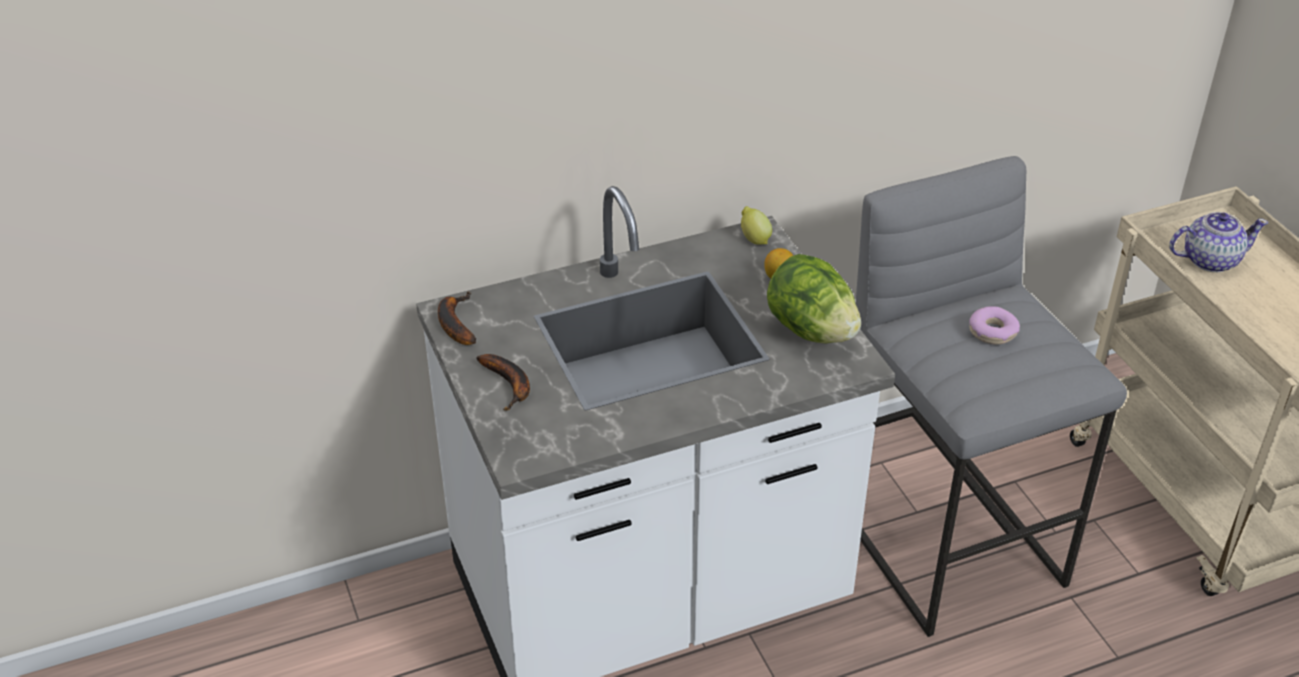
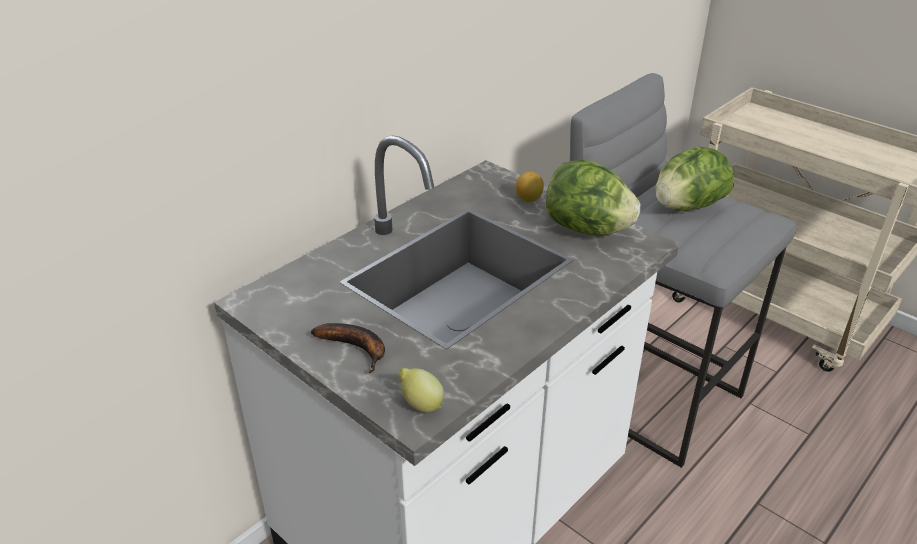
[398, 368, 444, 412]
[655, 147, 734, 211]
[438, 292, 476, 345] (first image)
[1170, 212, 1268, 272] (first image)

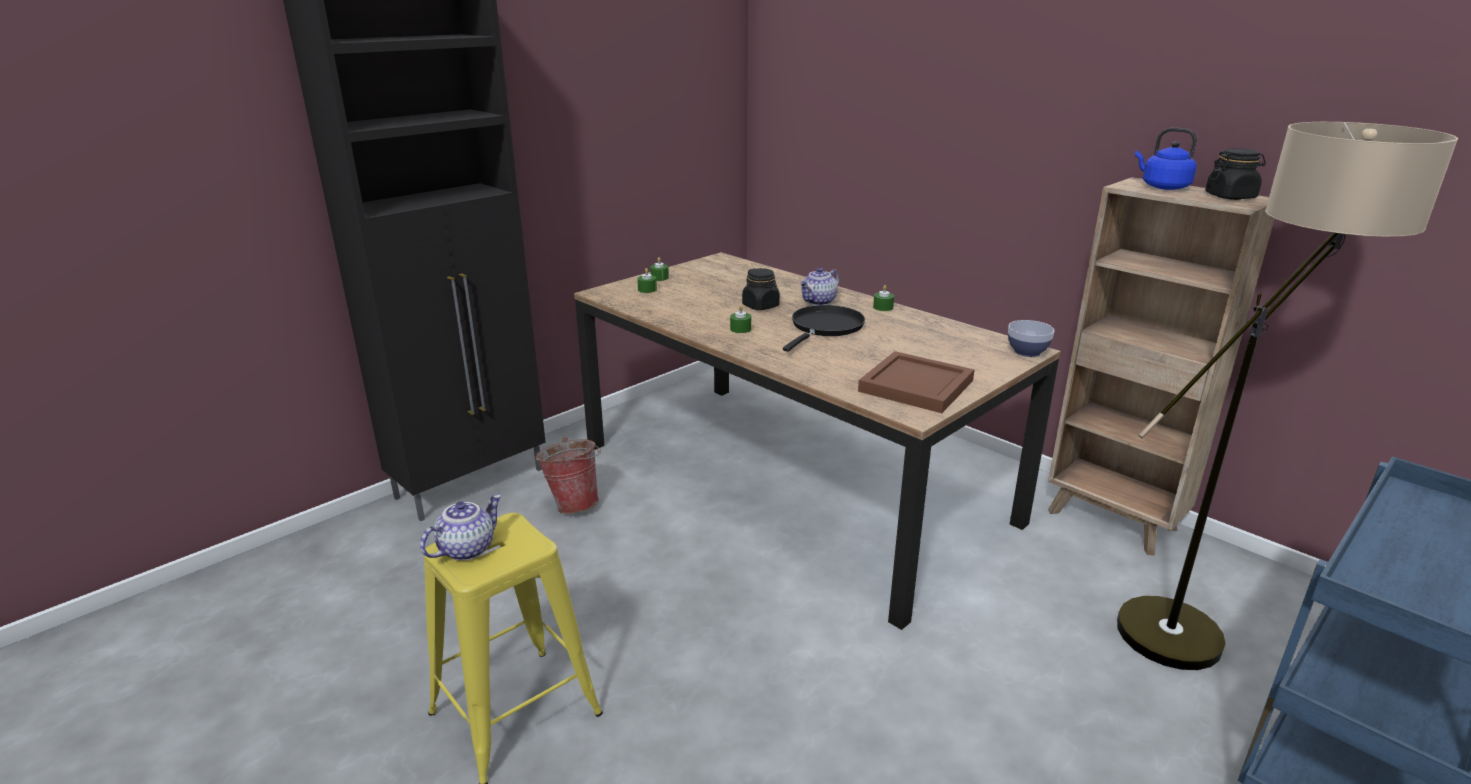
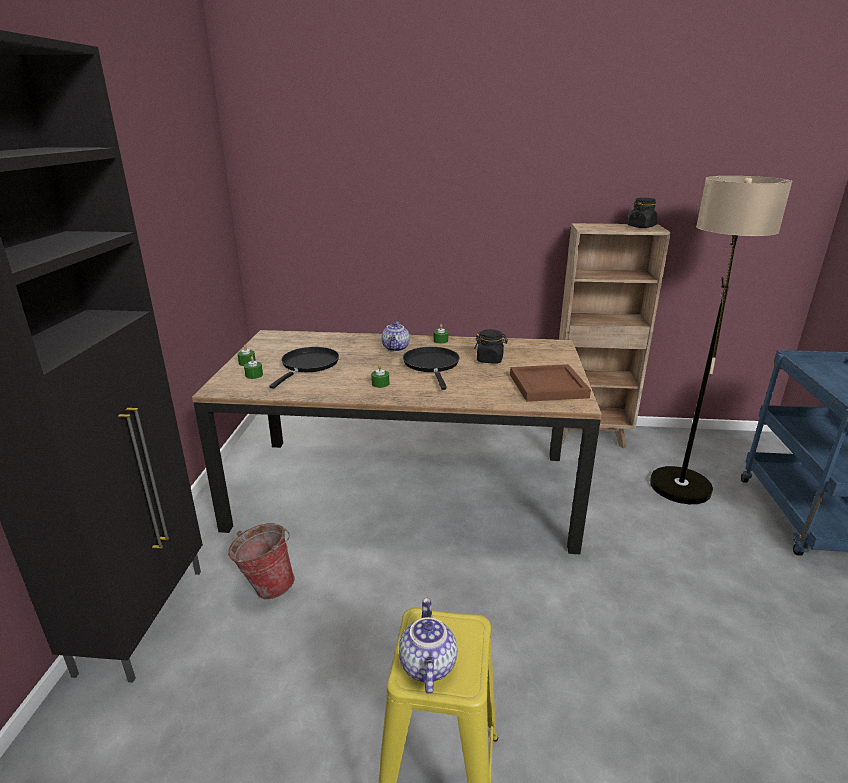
[270, 347, 339, 389]
[474, 329, 508, 363]
[1008, 320, 1054, 357] (first image)
[1135, 128, 1197, 190] (first image)

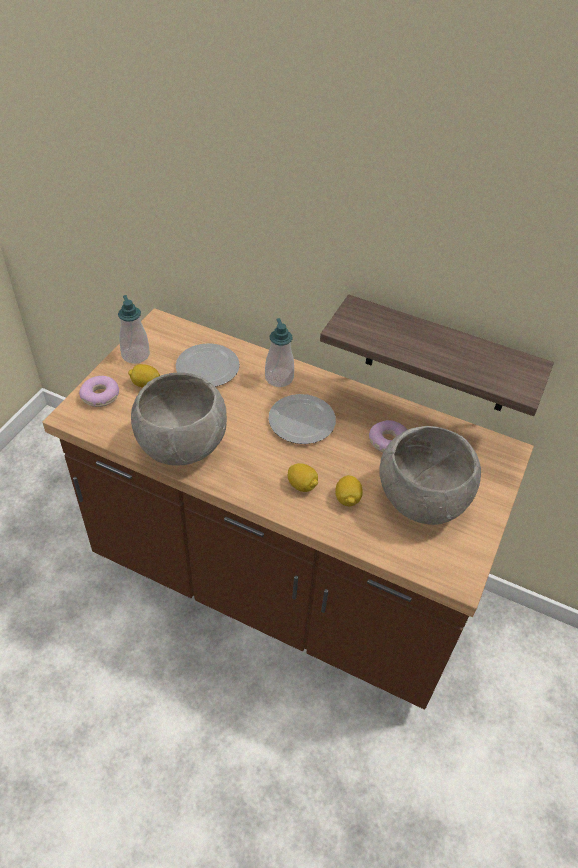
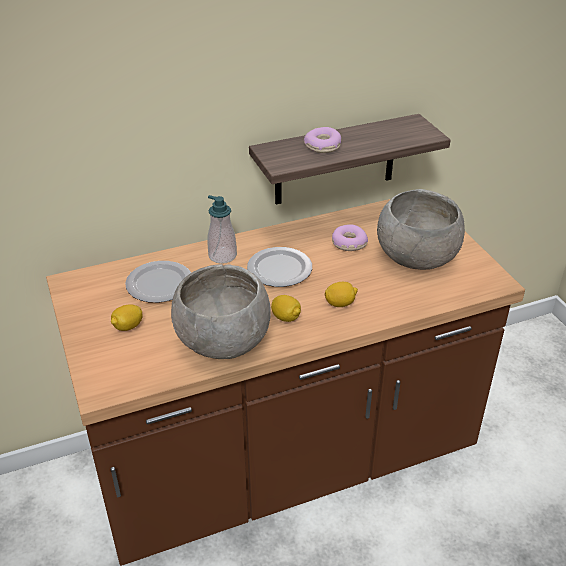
[271, 295, 301, 322]
[304, 127, 341, 153]
[118, 295, 150, 364] (first image)

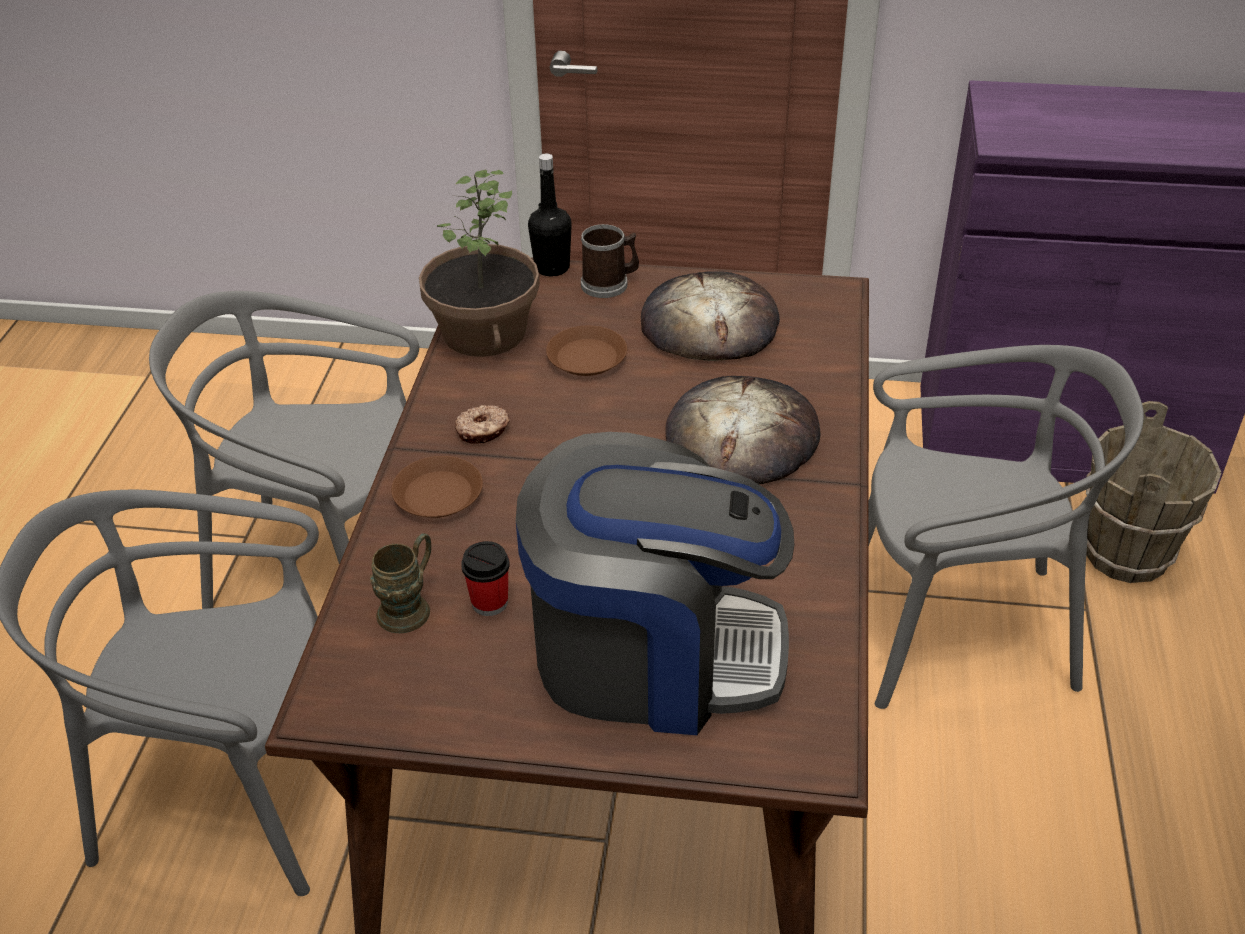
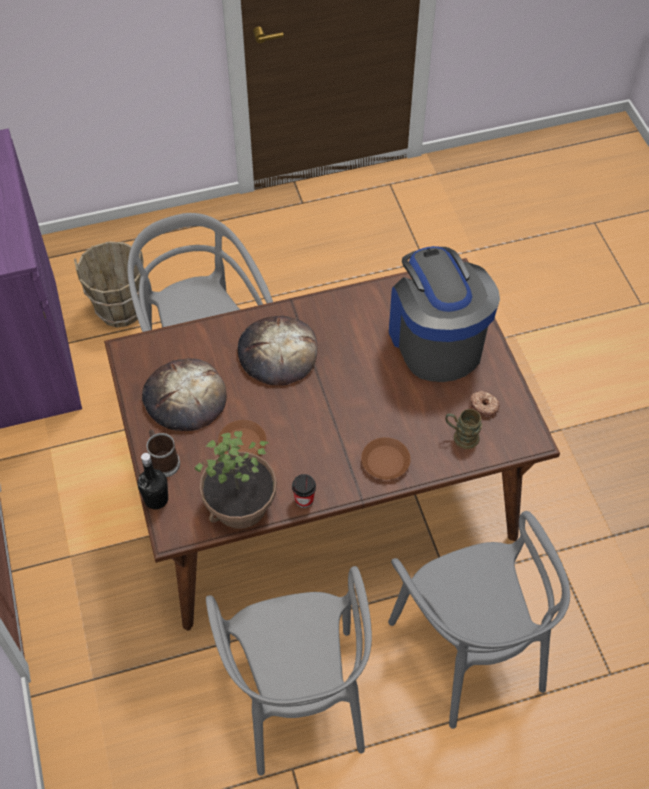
[292, 474, 316, 508]
[471, 391, 500, 417]

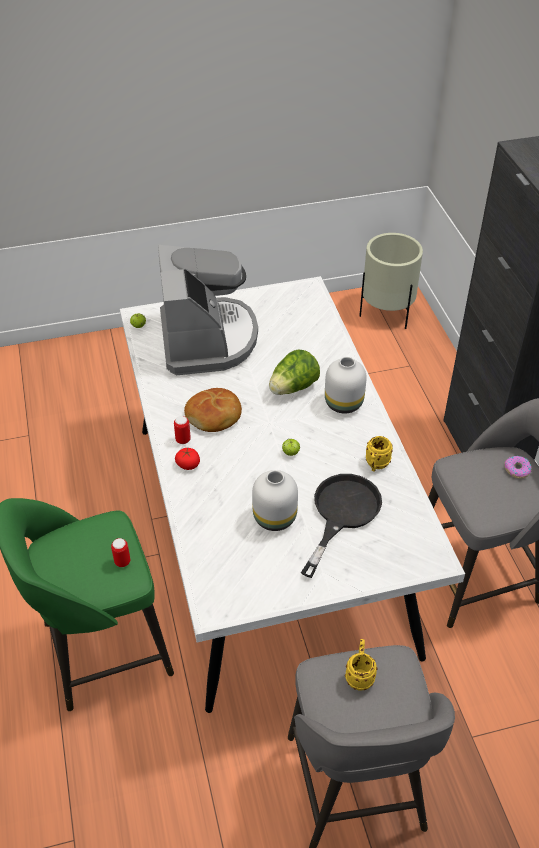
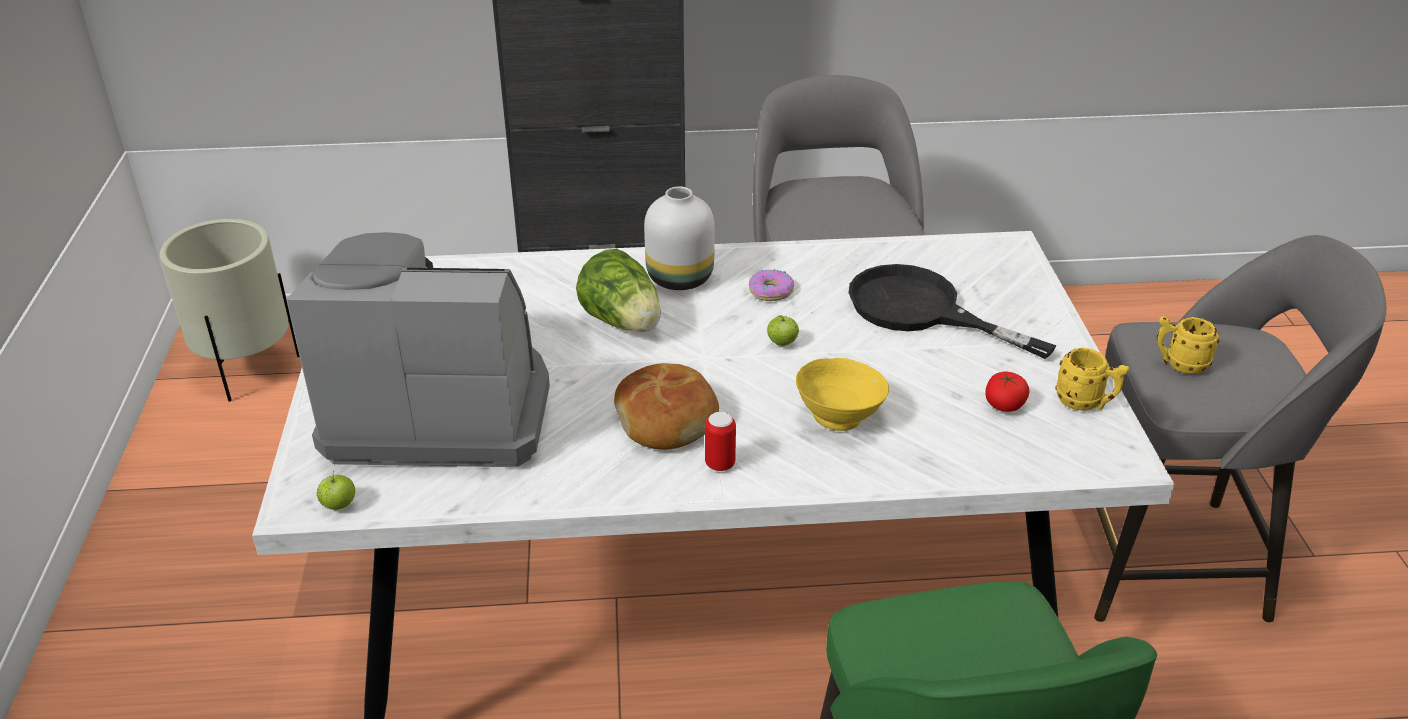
[749, 269, 794, 301]
[796, 358, 889, 431]
[985, 372, 1030, 412]
[1055, 348, 1129, 411]
[111, 538, 130, 567] (first image)
[252, 470, 298, 531] (first image)

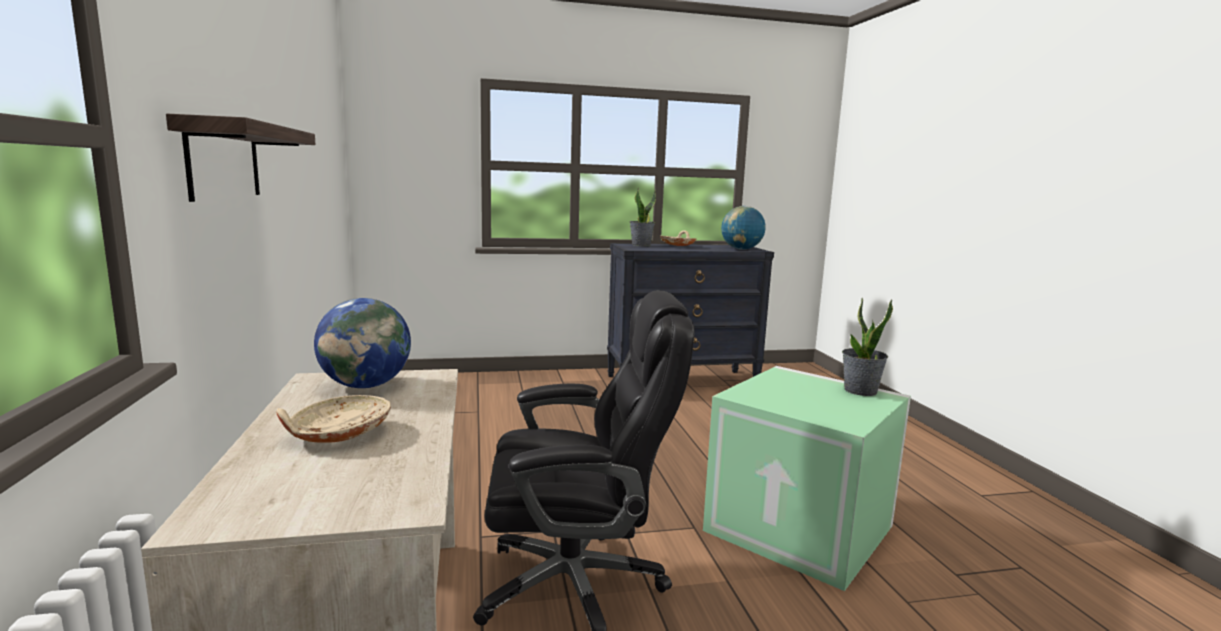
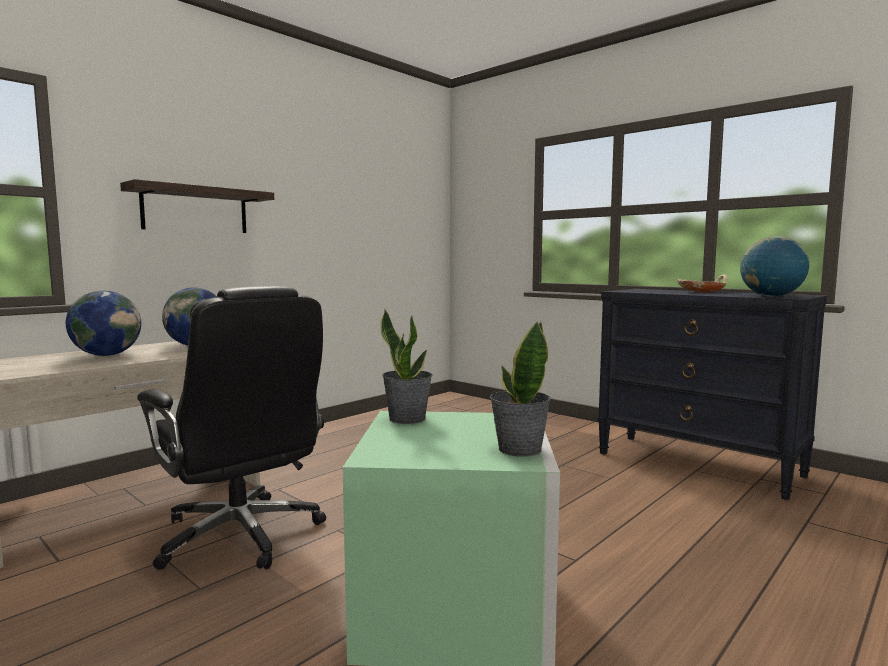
[66, 291, 141, 356]
[380, 309, 432, 424]

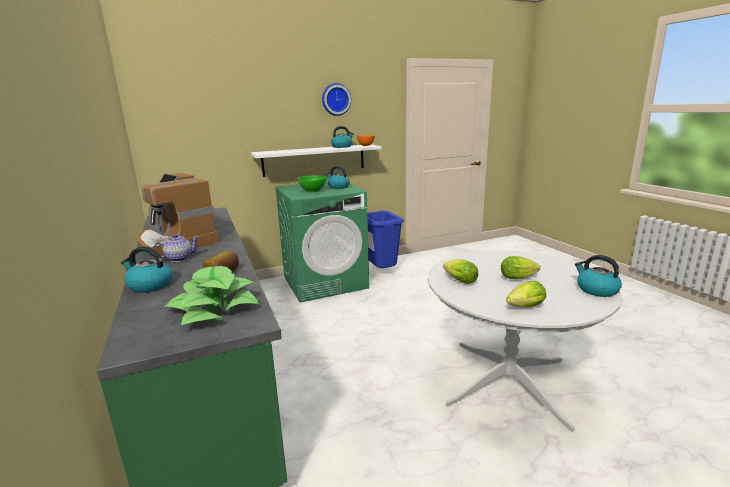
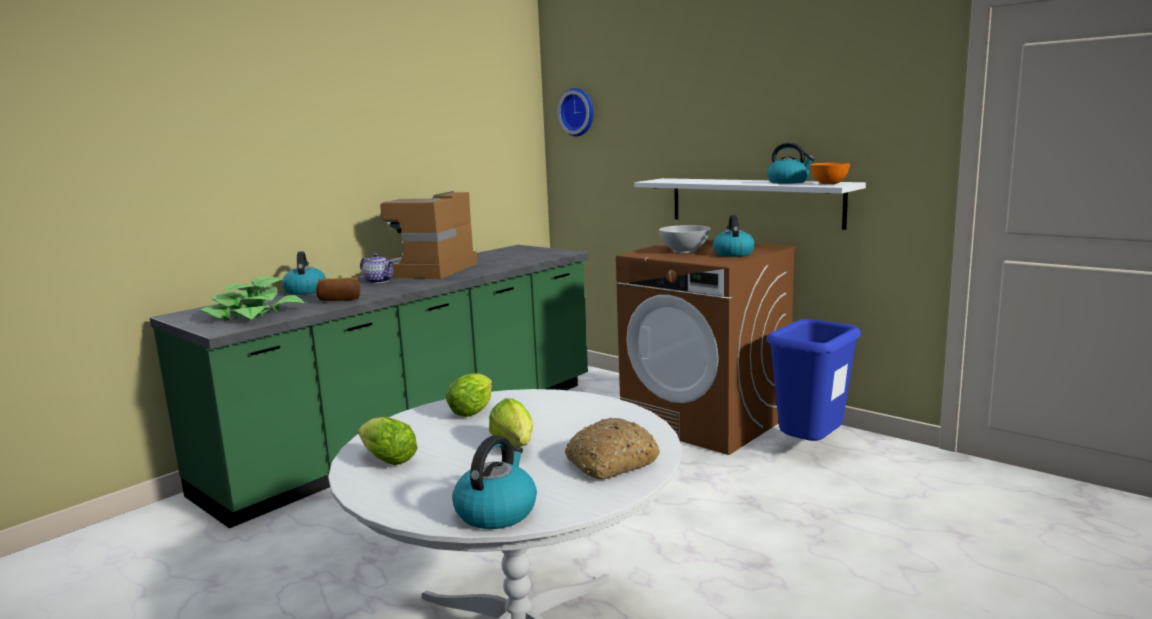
[557, 88, 594, 137]
[565, 418, 660, 480]
[616, 239, 796, 455]
[659, 225, 710, 253]

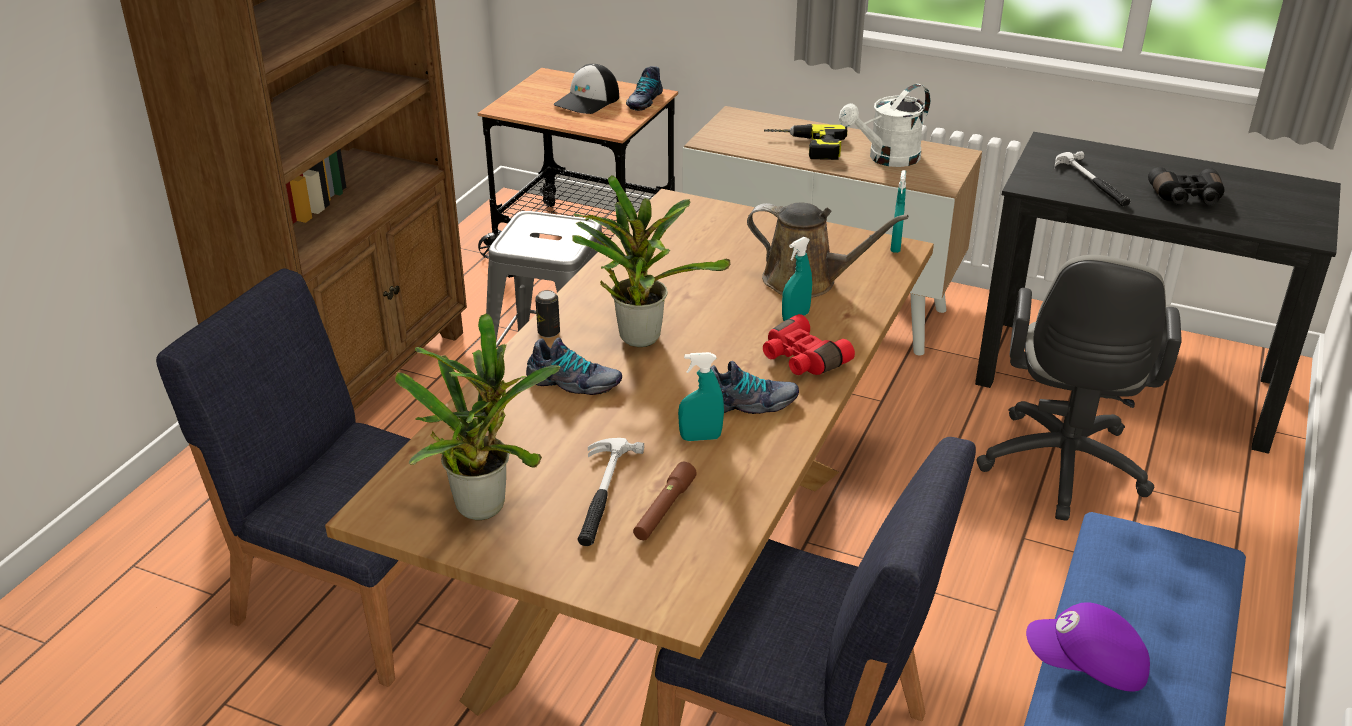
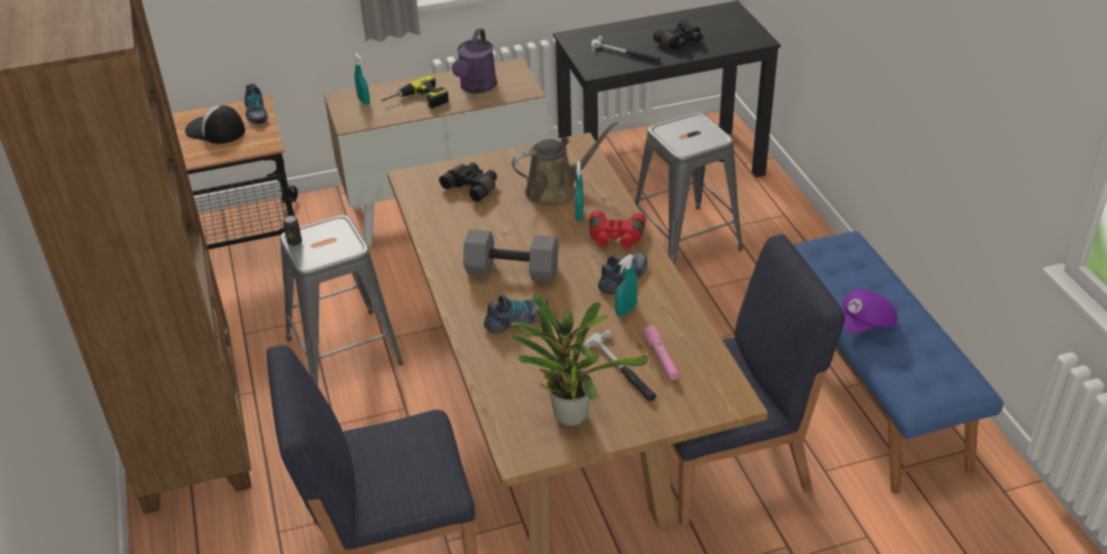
[185, 105, 245, 144]
[283, 216, 302, 246]
[354, 54, 370, 105]
[439, 163, 497, 202]
[452, 28, 497, 94]
[463, 229, 559, 282]
[635, 113, 743, 265]
[643, 325, 679, 380]

